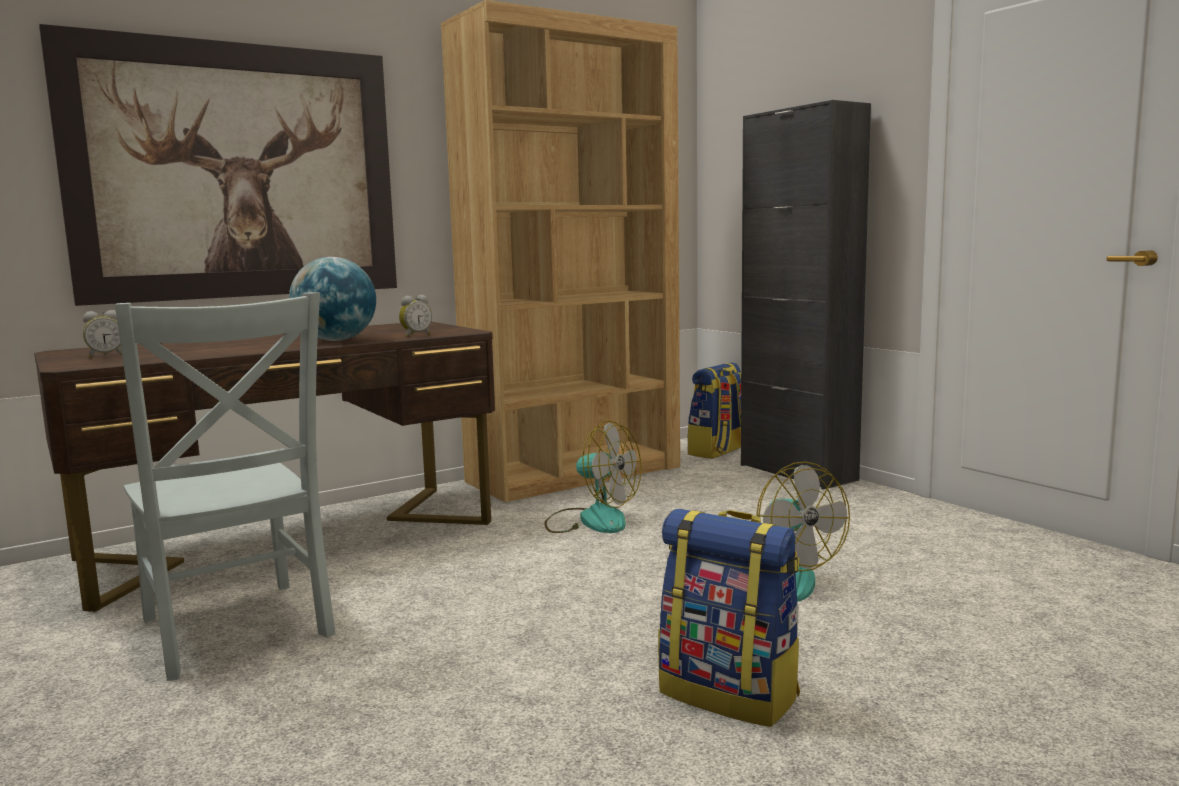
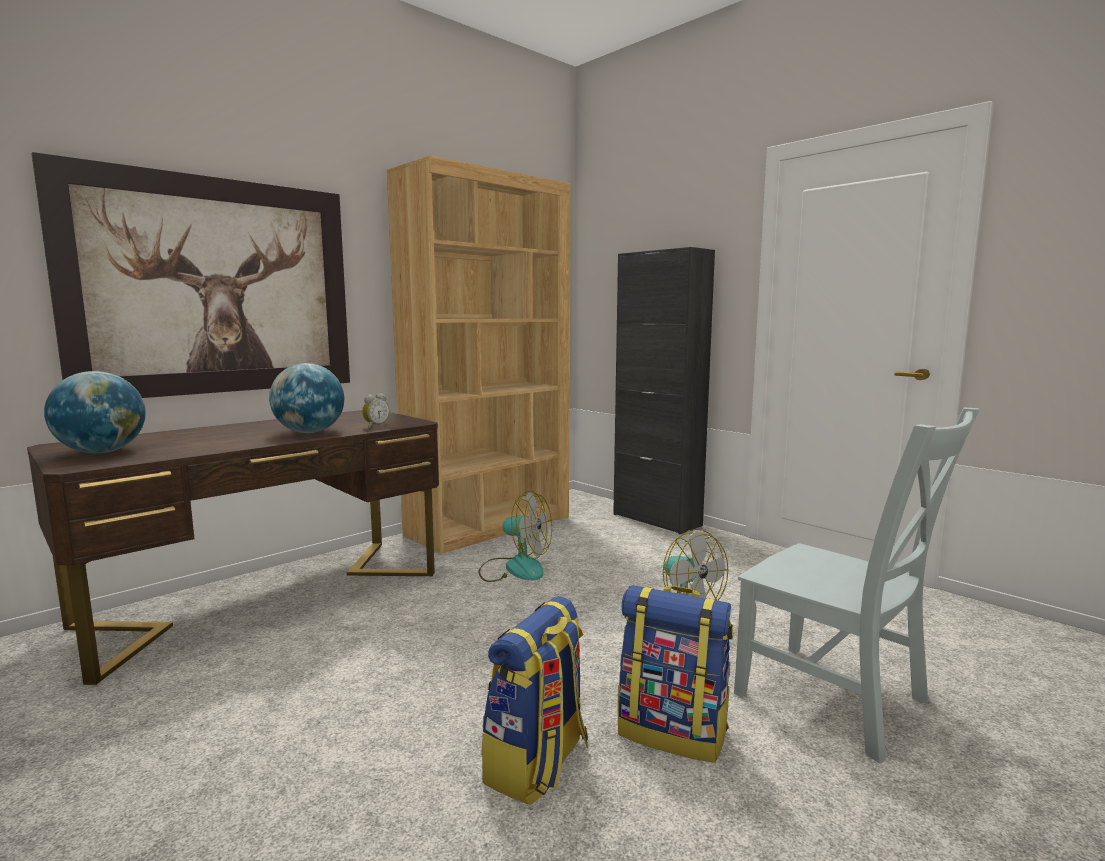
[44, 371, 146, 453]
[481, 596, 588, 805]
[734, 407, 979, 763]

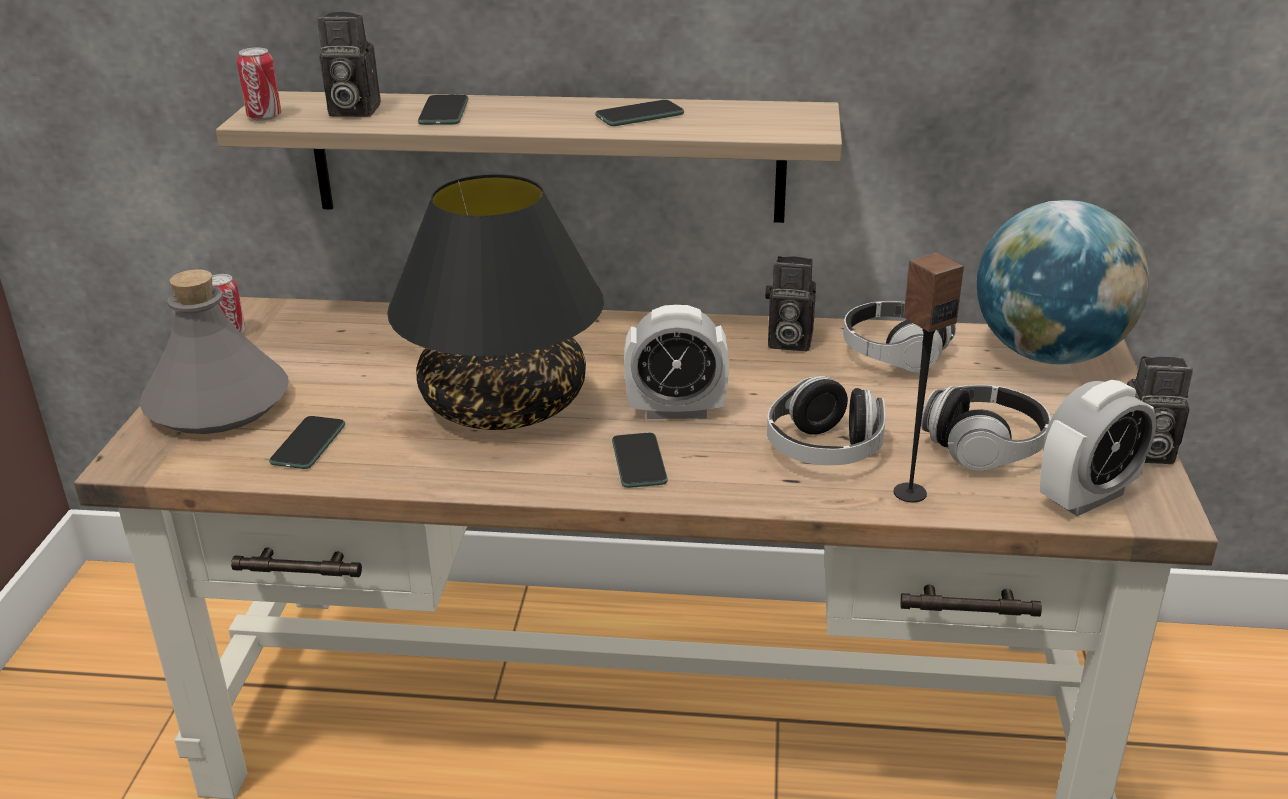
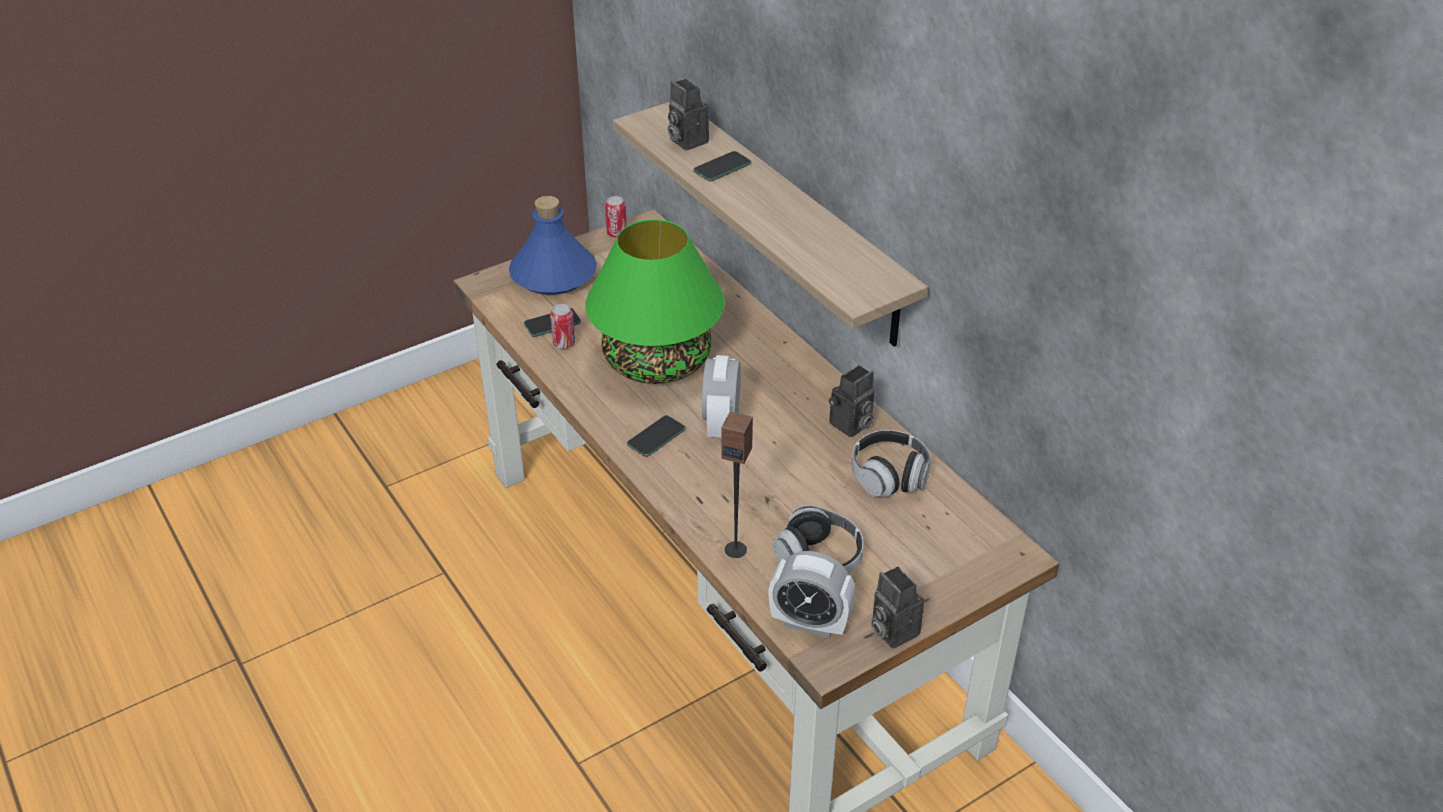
[509, 196, 597, 295]
[550, 304, 575, 349]
[585, 219, 725, 384]
[702, 355, 741, 437]
[829, 365, 875, 437]
[595, 100, 684, 126] (first image)
[767, 376, 885, 465] (first image)
[977, 200, 1149, 364] (first image)

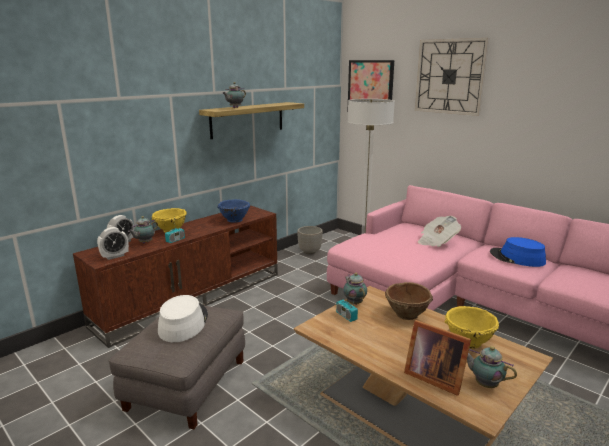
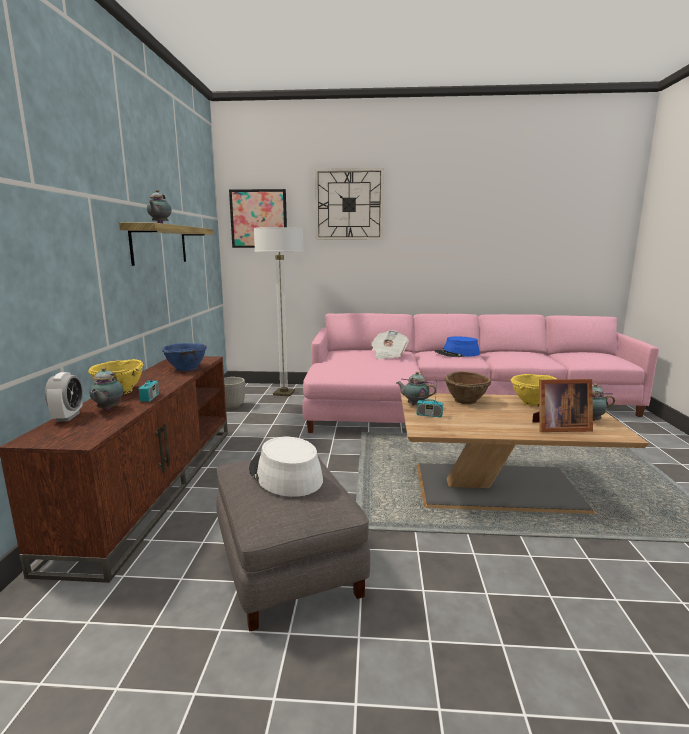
[97, 227, 129, 260] (first image)

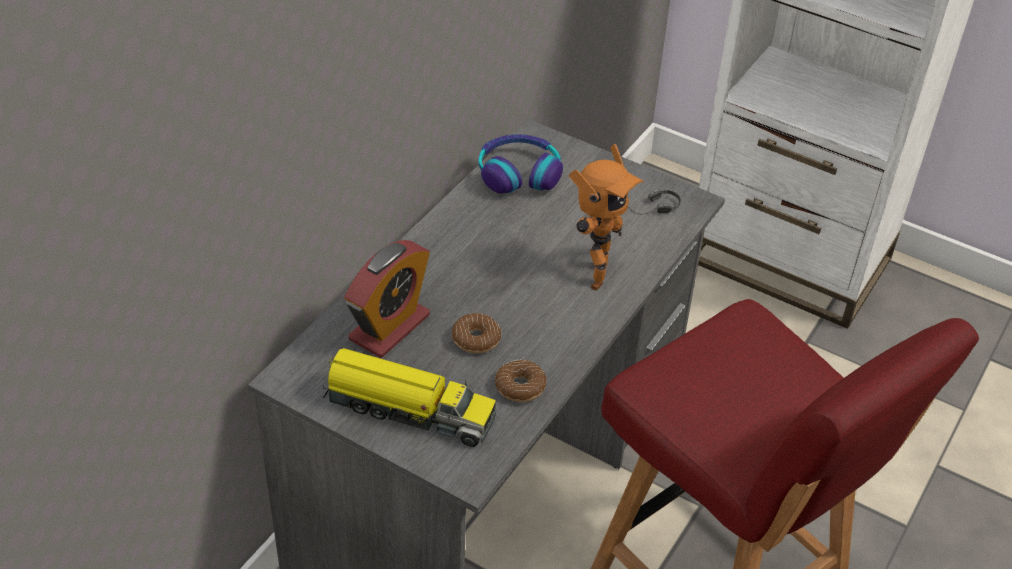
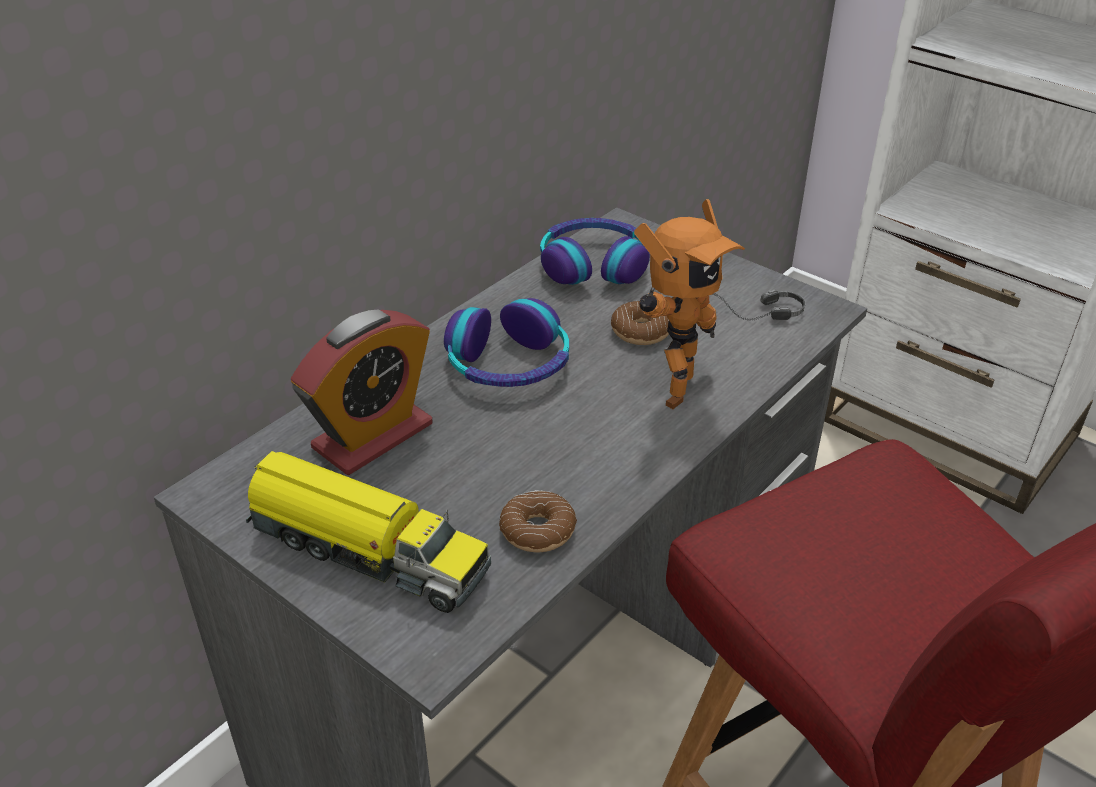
[444, 298, 569, 387]
[611, 301, 669, 345]

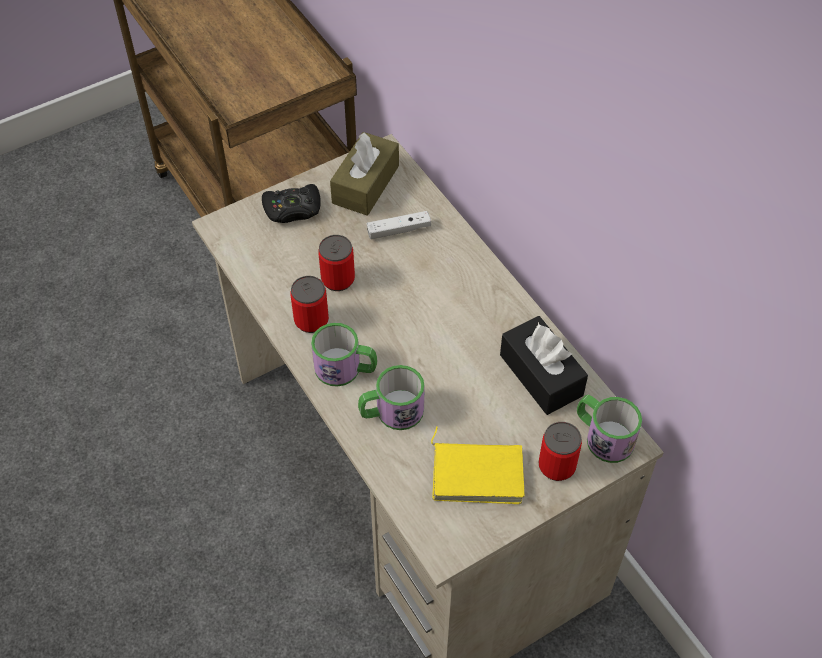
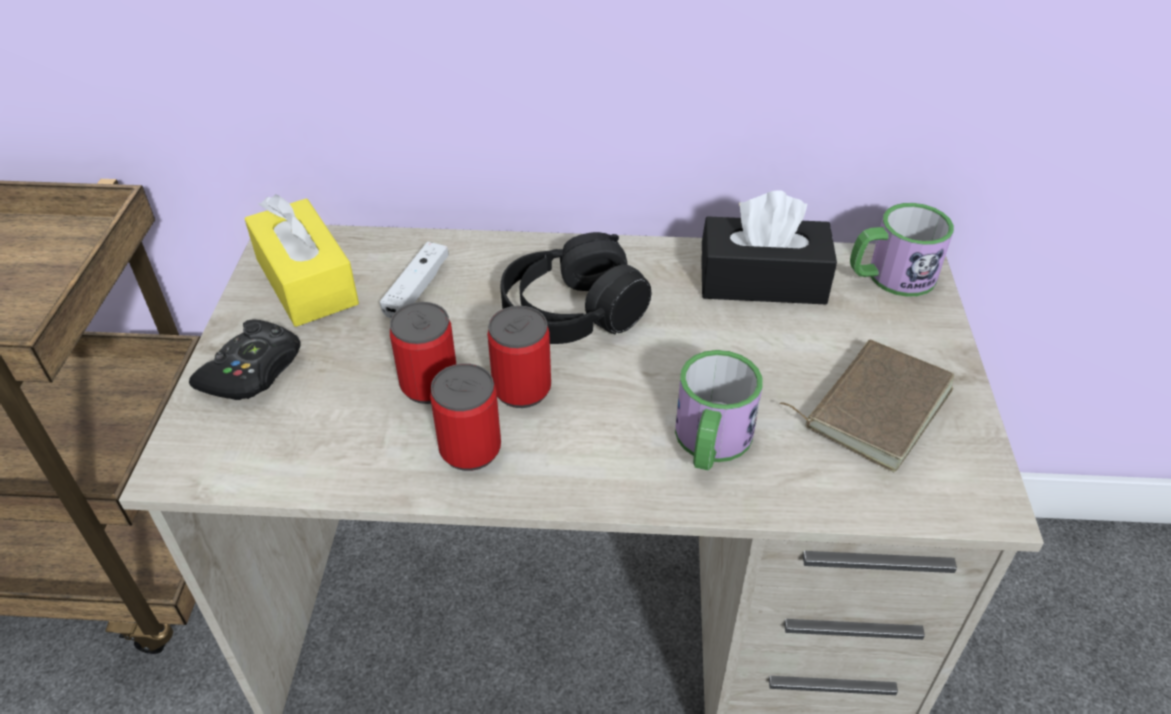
[244, 194, 359, 327]
[487, 306, 551, 408]
[500, 232, 651, 344]
[780, 340, 954, 472]
[311, 323, 377, 387] (first image)

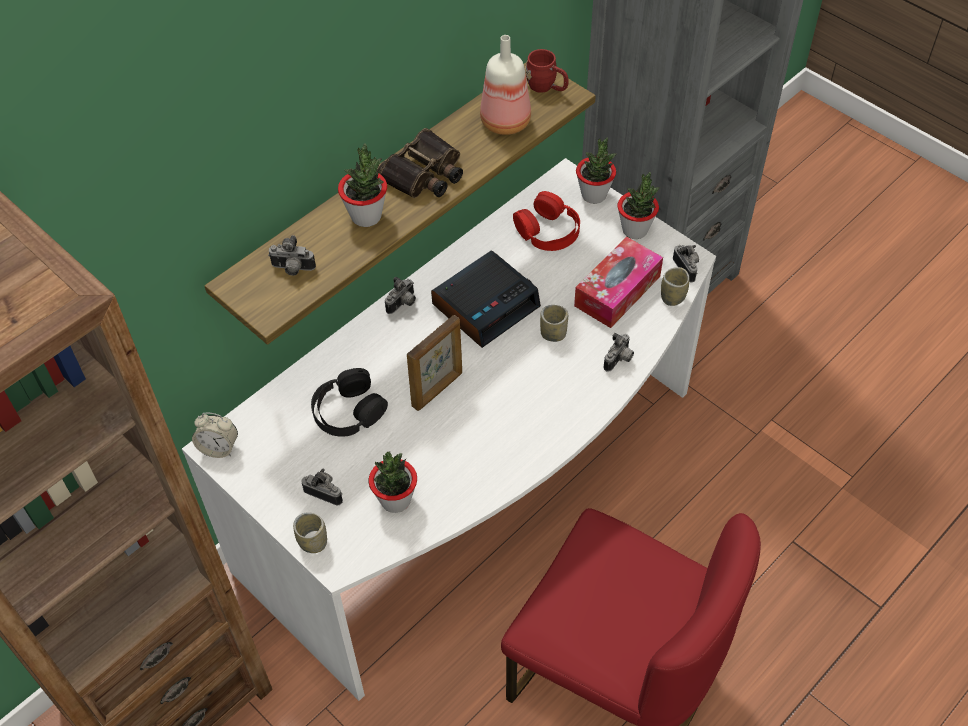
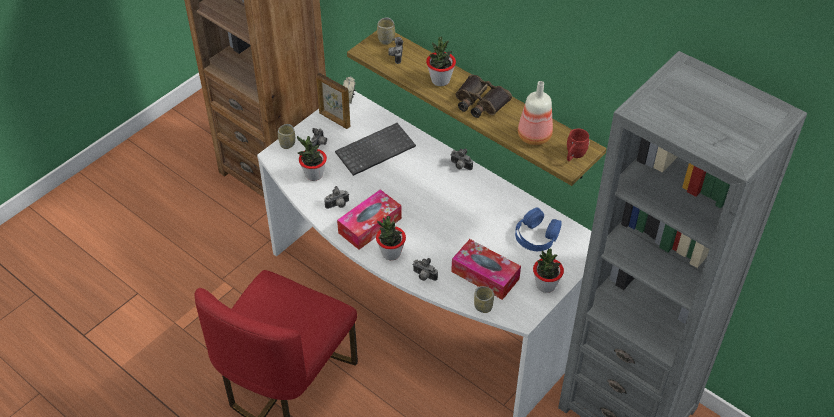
[316, 73, 350, 129]
[324, 186, 349, 209]
[335, 123, 416, 176]
[337, 189, 402, 250]
[376, 216, 406, 260]
[377, 17, 395, 45]
[515, 208, 562, 251]
[431, 250, 541, 348] (first image)

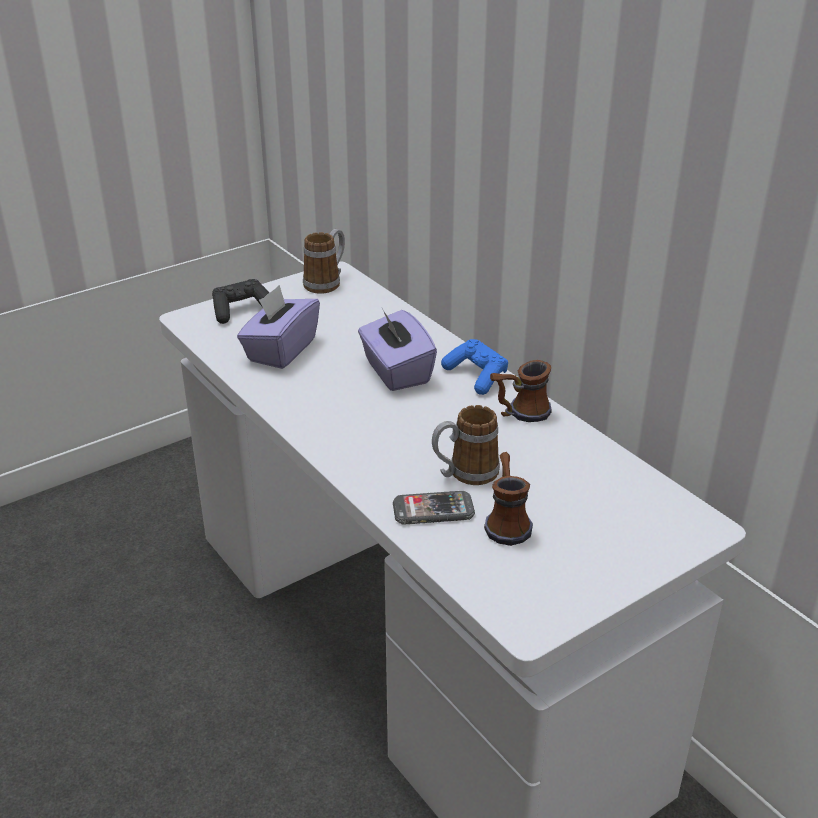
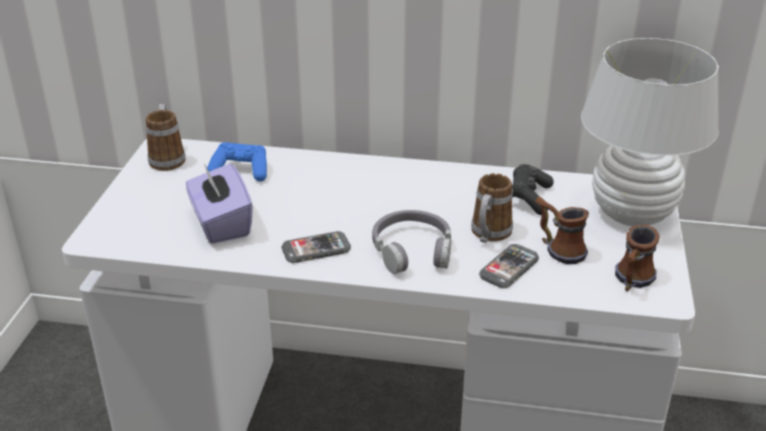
[207, 142, 267, 182]
[282, 231, 351, 263]
[372, 210, 451, 274]
[512, 164, 554, 215]
[581, 38, 719, 226]
[615, 225, 660, 291]
[358, 308, 437, 391] (first image)

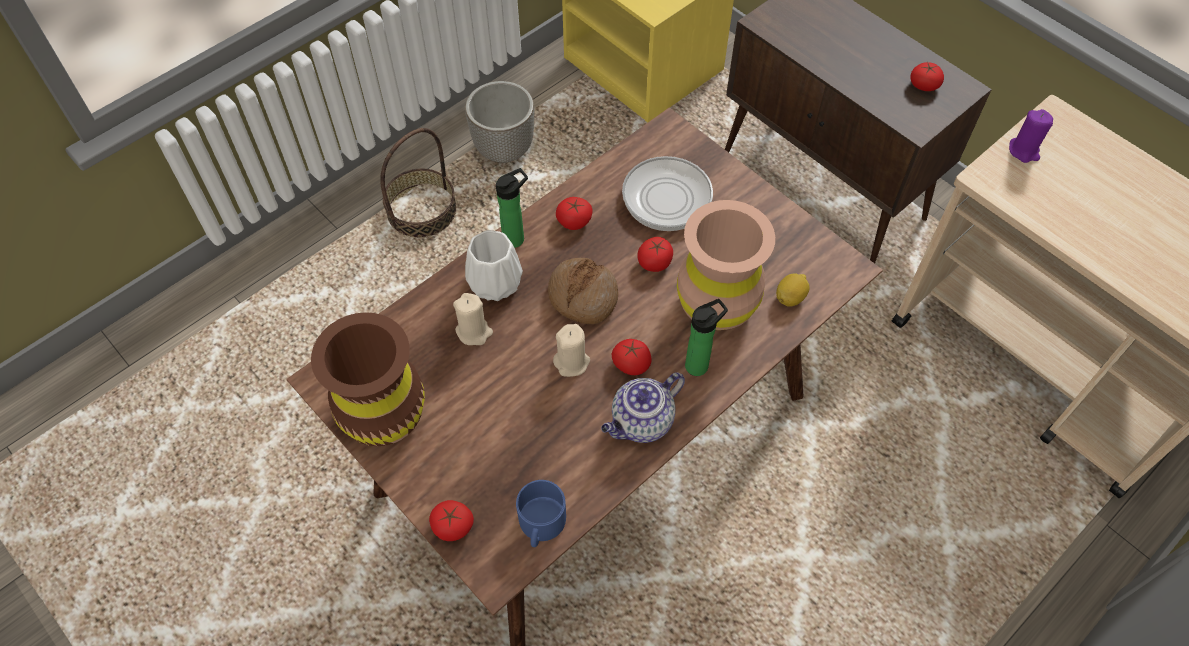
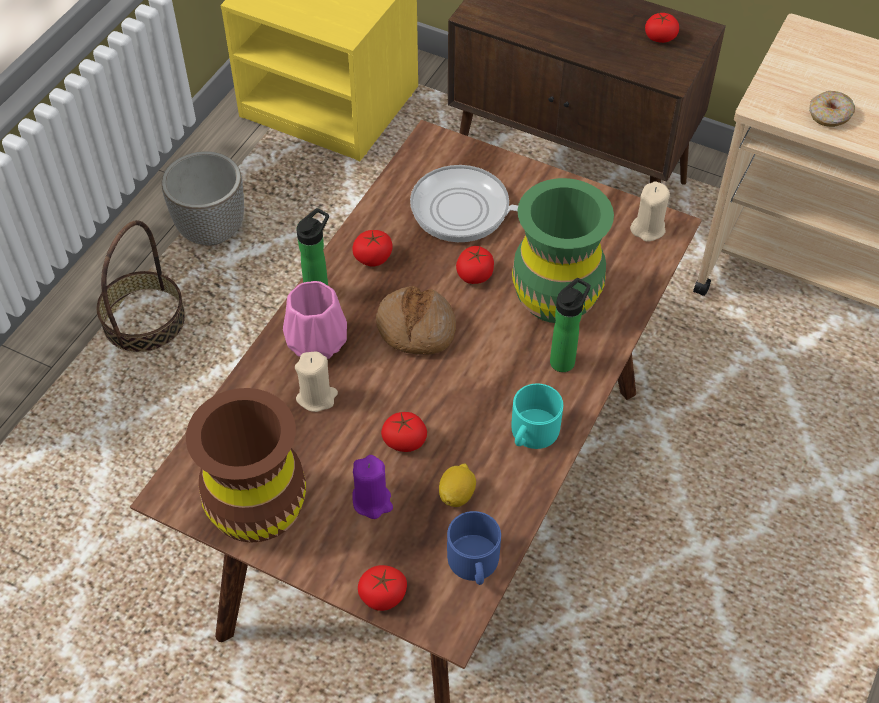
[283, 281, 347, 359]
[352, 455, 393, 519]
[381, 412, 427, 452]
[439, 464, 476, 507]
[511, 384, 563, 449]
[512, 178, 614, 323]
[630, 182, 670, 242]
[809, 91, 855, 127]

